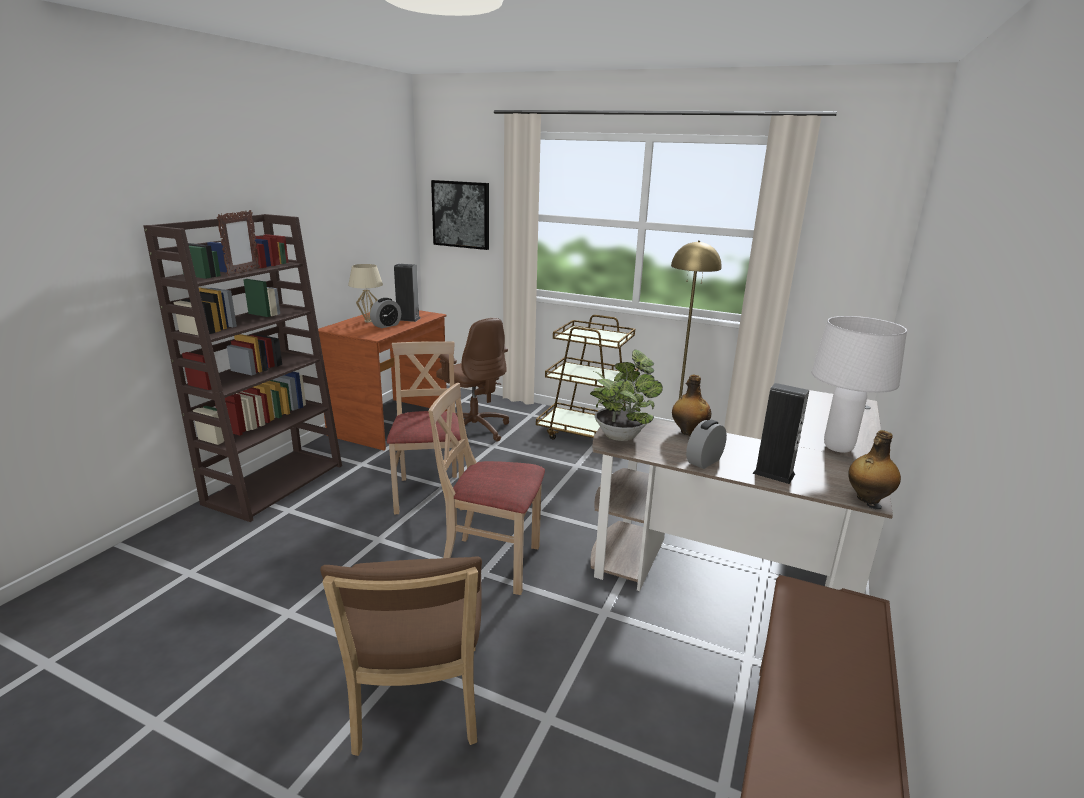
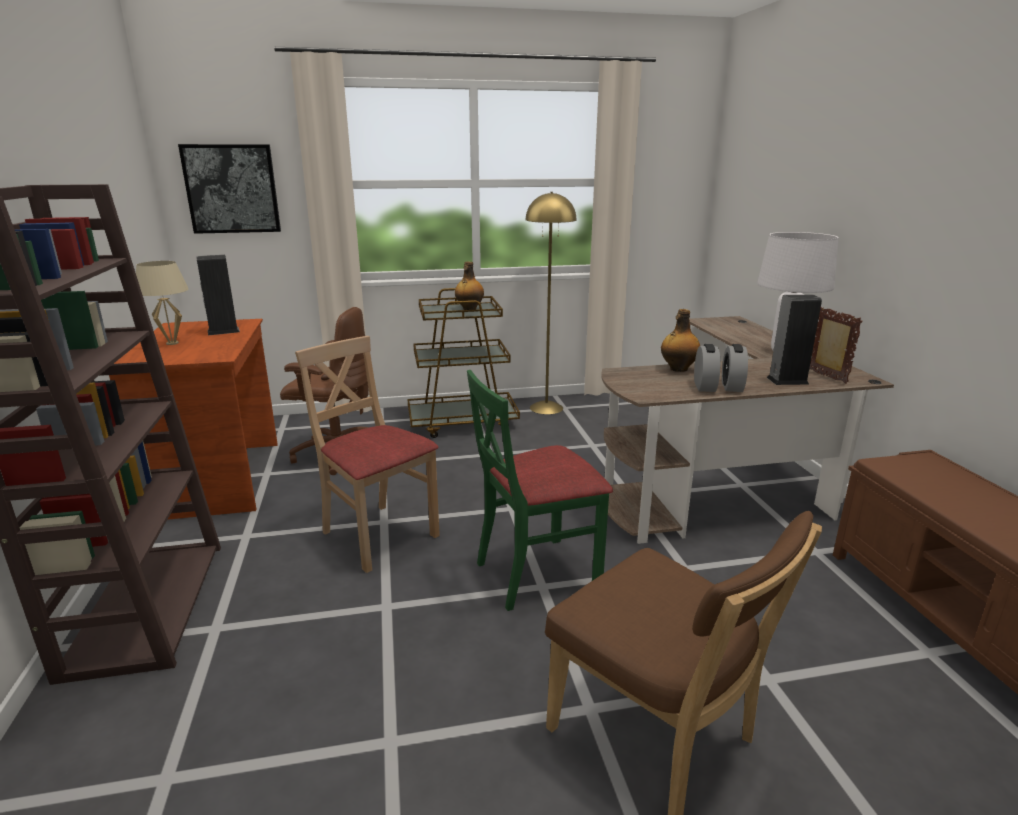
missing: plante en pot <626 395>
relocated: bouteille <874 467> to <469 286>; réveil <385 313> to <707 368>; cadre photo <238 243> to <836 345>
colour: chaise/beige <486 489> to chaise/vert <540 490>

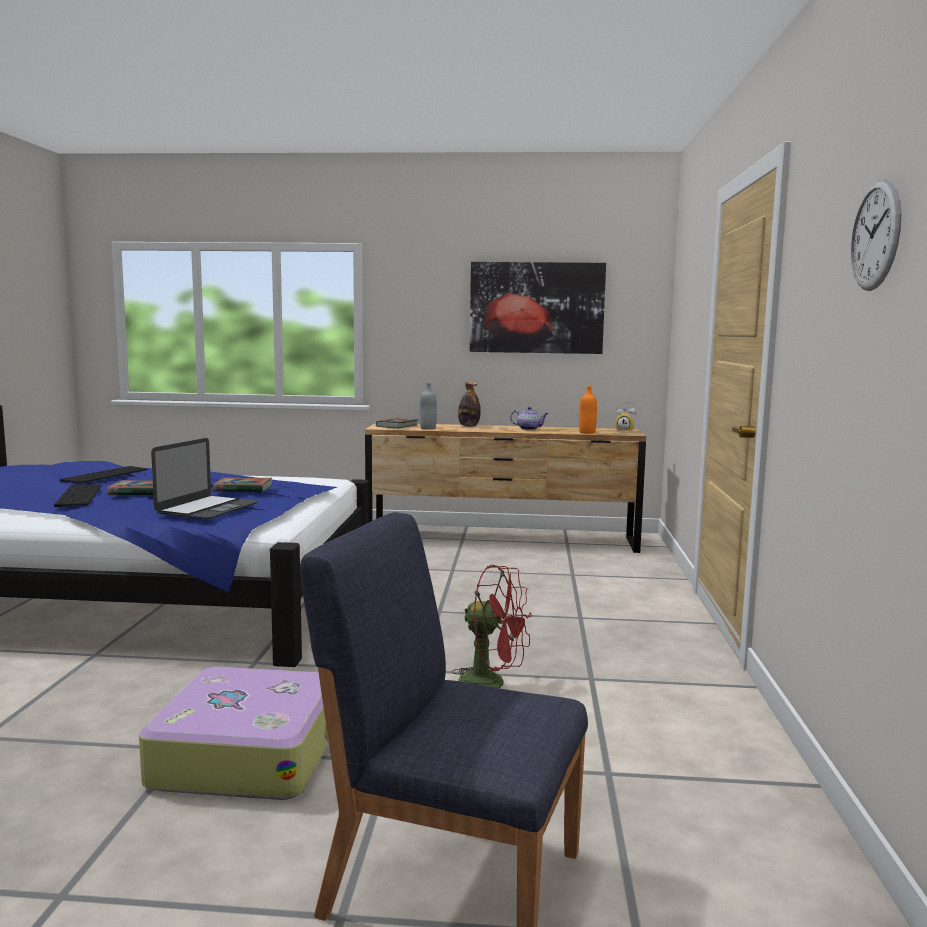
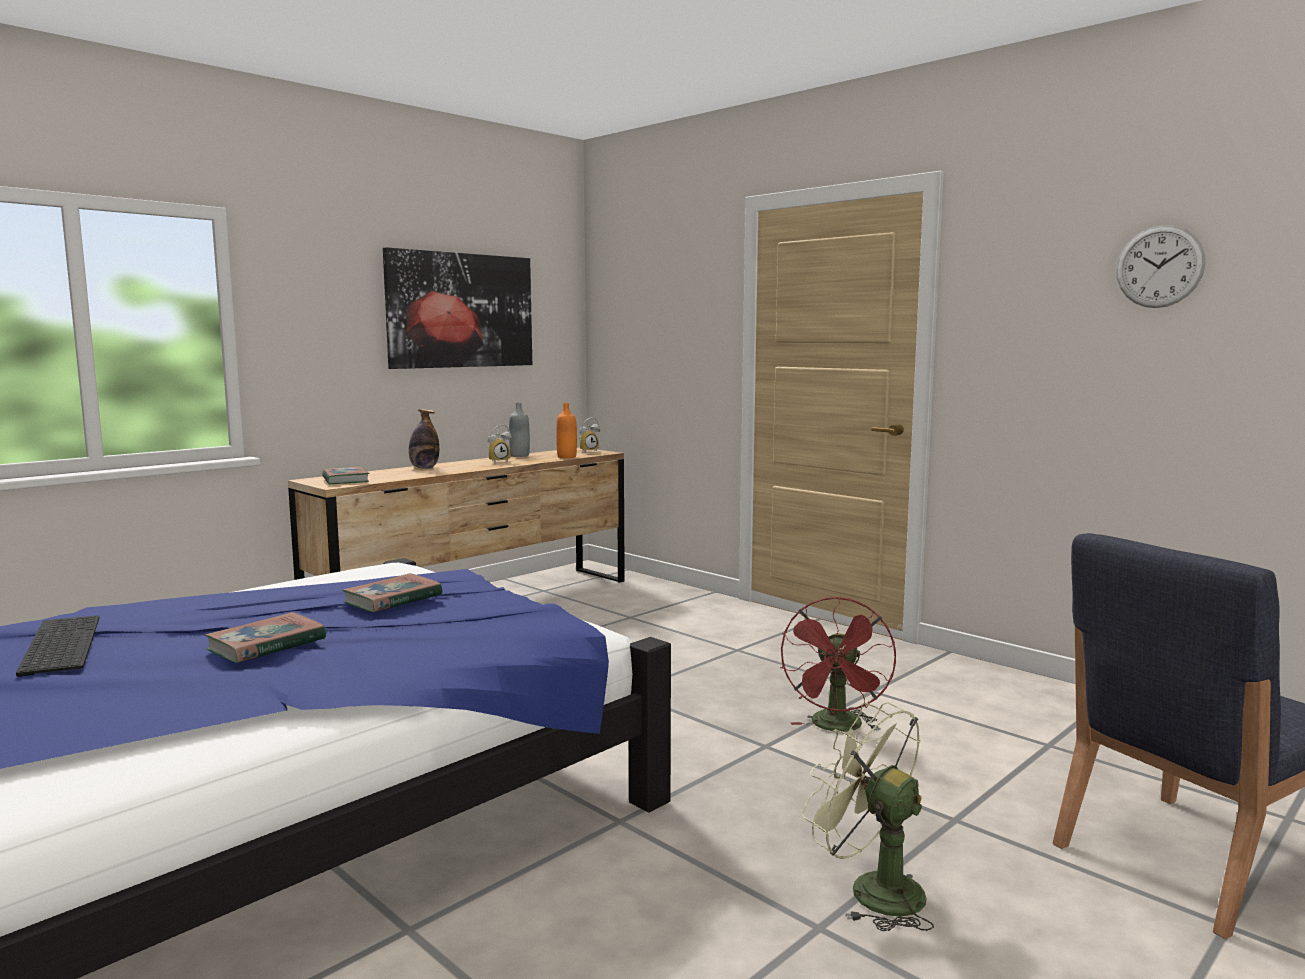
missing: clavier <78 496>; ordinateur portable <205 478>
relocated: bouteille/gris <428 406> to <519 429>
exchanged: théière <529 418> to réveil <500 443>; valise <234 733> to ventilateur/vert <868 816>
spun: ventilateur/rouge <492 626> = <838 664> 135 degrees clockwise

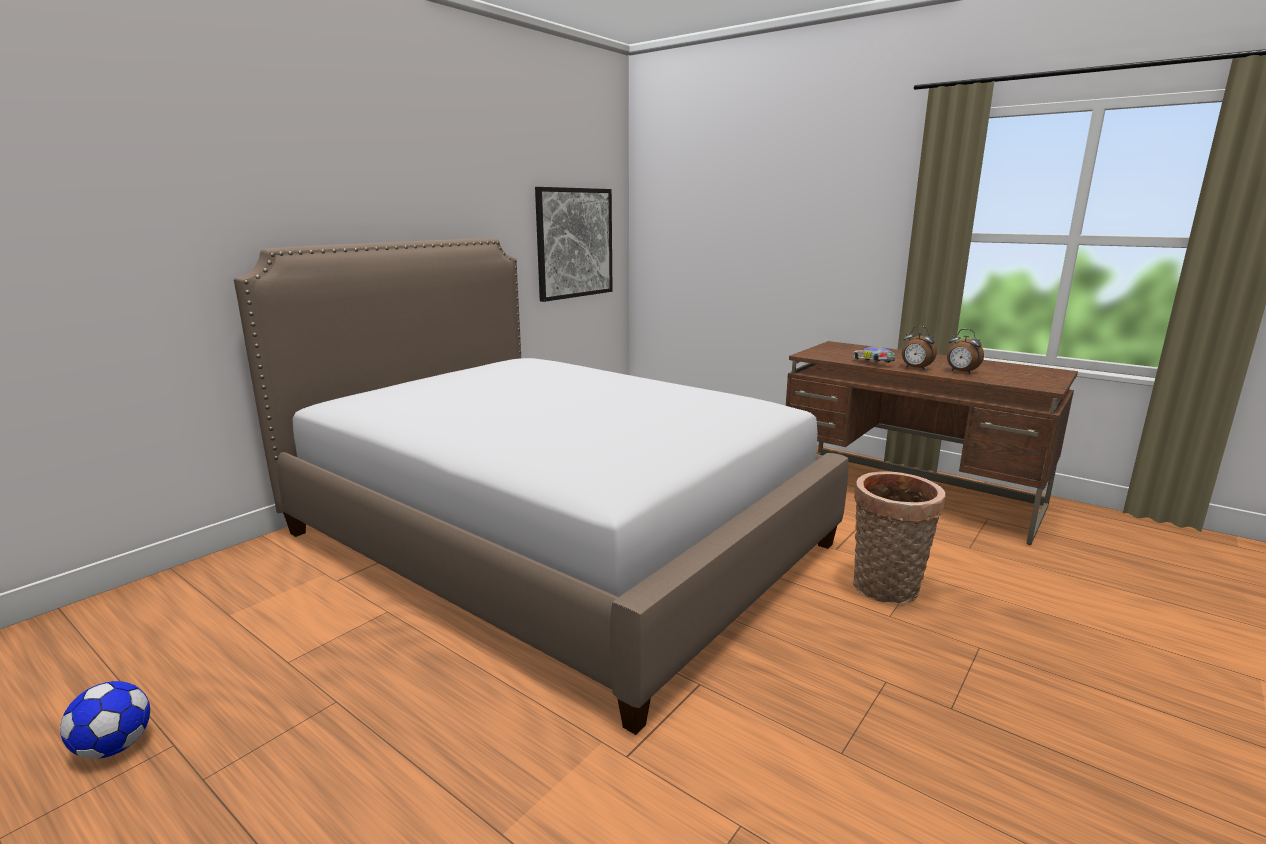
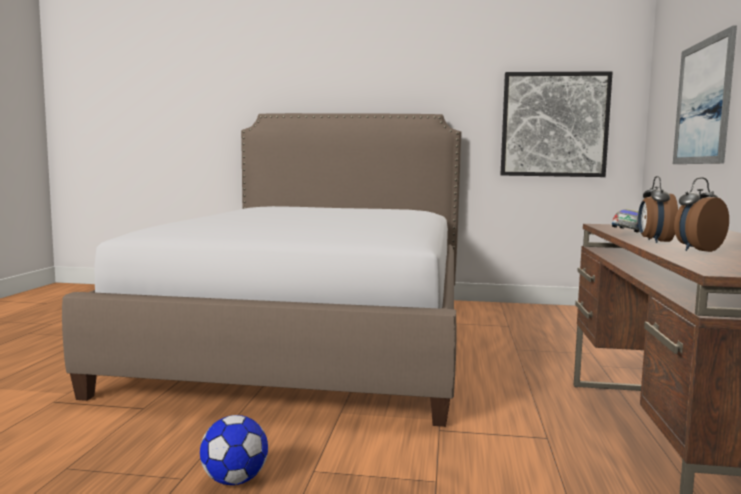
missing: panier <899 537>
appeared: tableau <705 94>
relocated: ballon de foot <105 720> to <234 450>
spun: réveil <965 351> = <701 214> 45 degrees clockwise

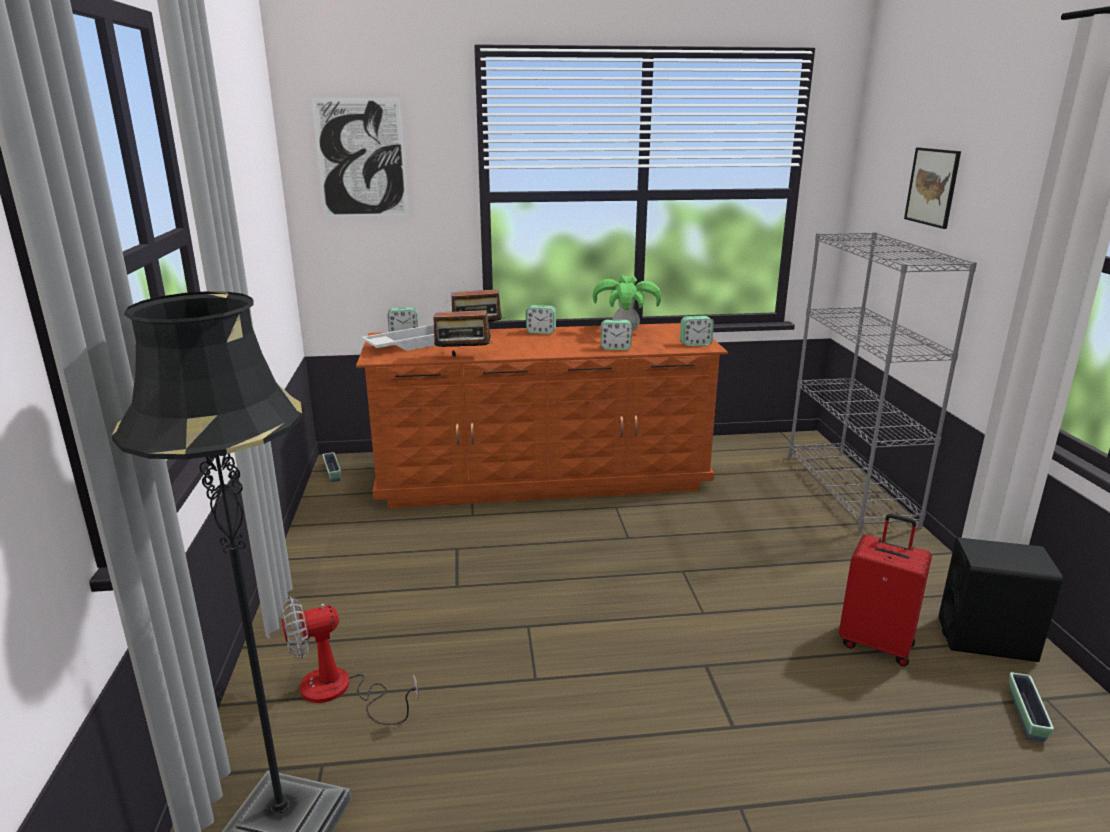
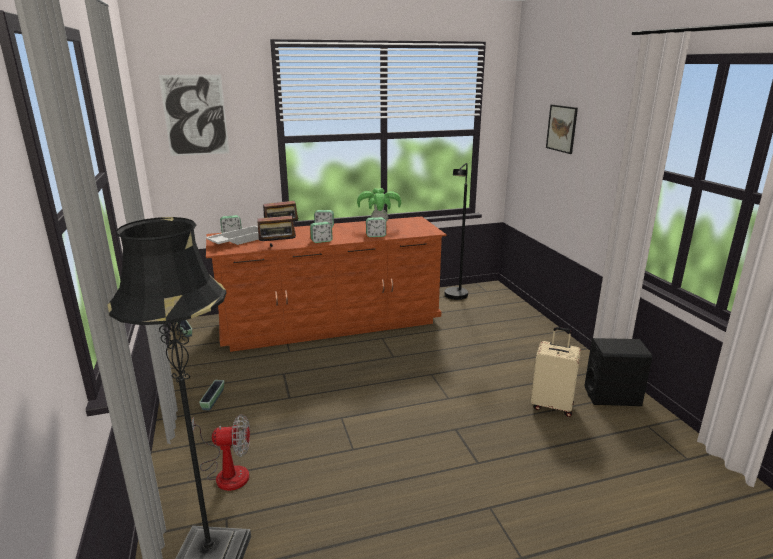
missing: bibliothèque/gris <882 382>
appeared: lampadaire/noir <456 231>
relocated: cache-pot <1032 707> to <211 395>; réveil <697 331> to <321 232>
colour: valise/rouge <885 590> to valise/beige <556 372>
spun: ventilateur <350 661> = <220 452> 150 degrees counterclockwise

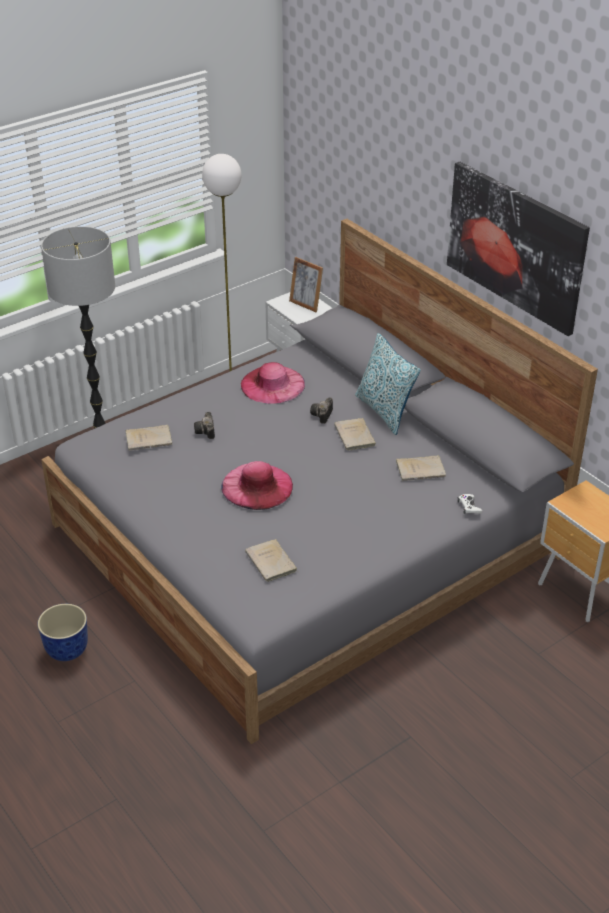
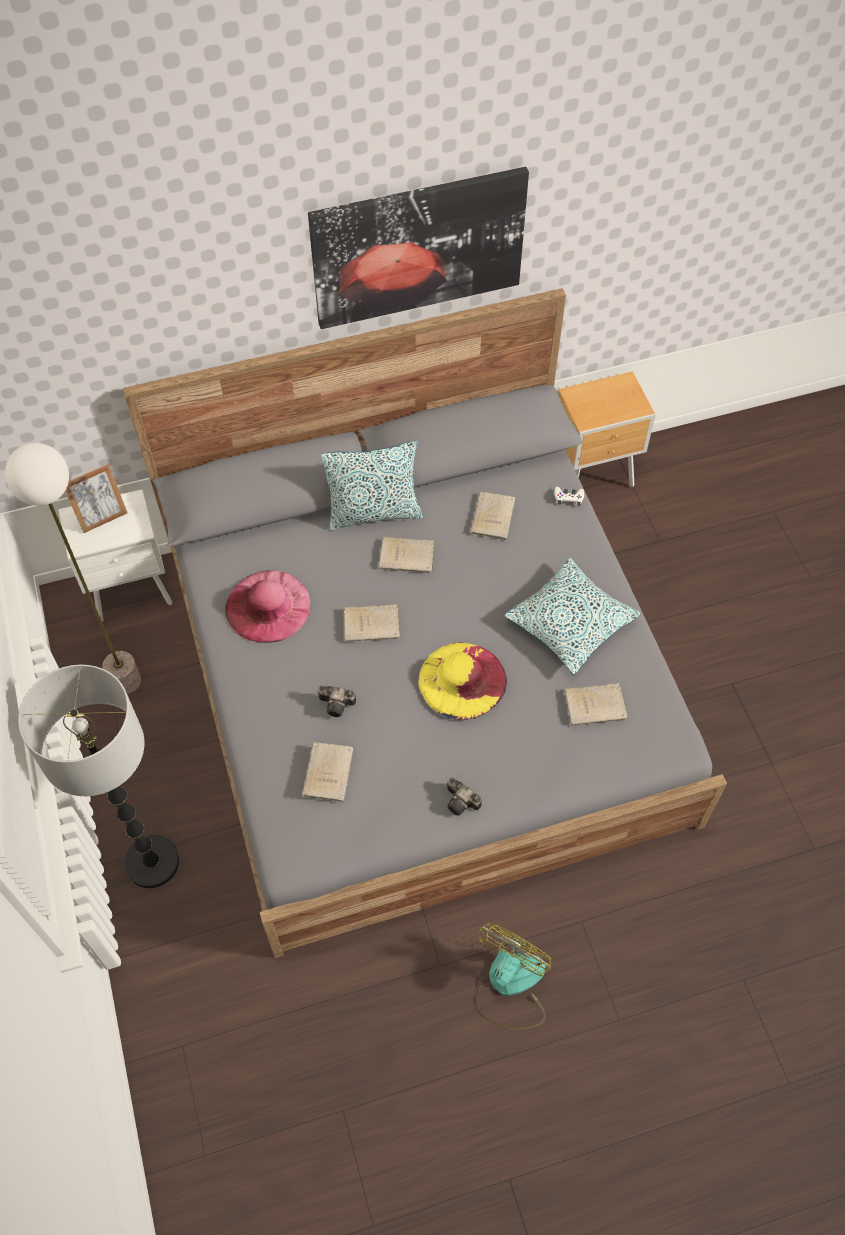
appeared: livre/beige <372 623>; coussin <572 616>
relocated: appareil photo <321 411> to <464 796>
exchanged: cache-pot <62 632> to ventilateur <513 976>
colour: chapeau/rose <257 485> to chapeau/jaune <462 681>

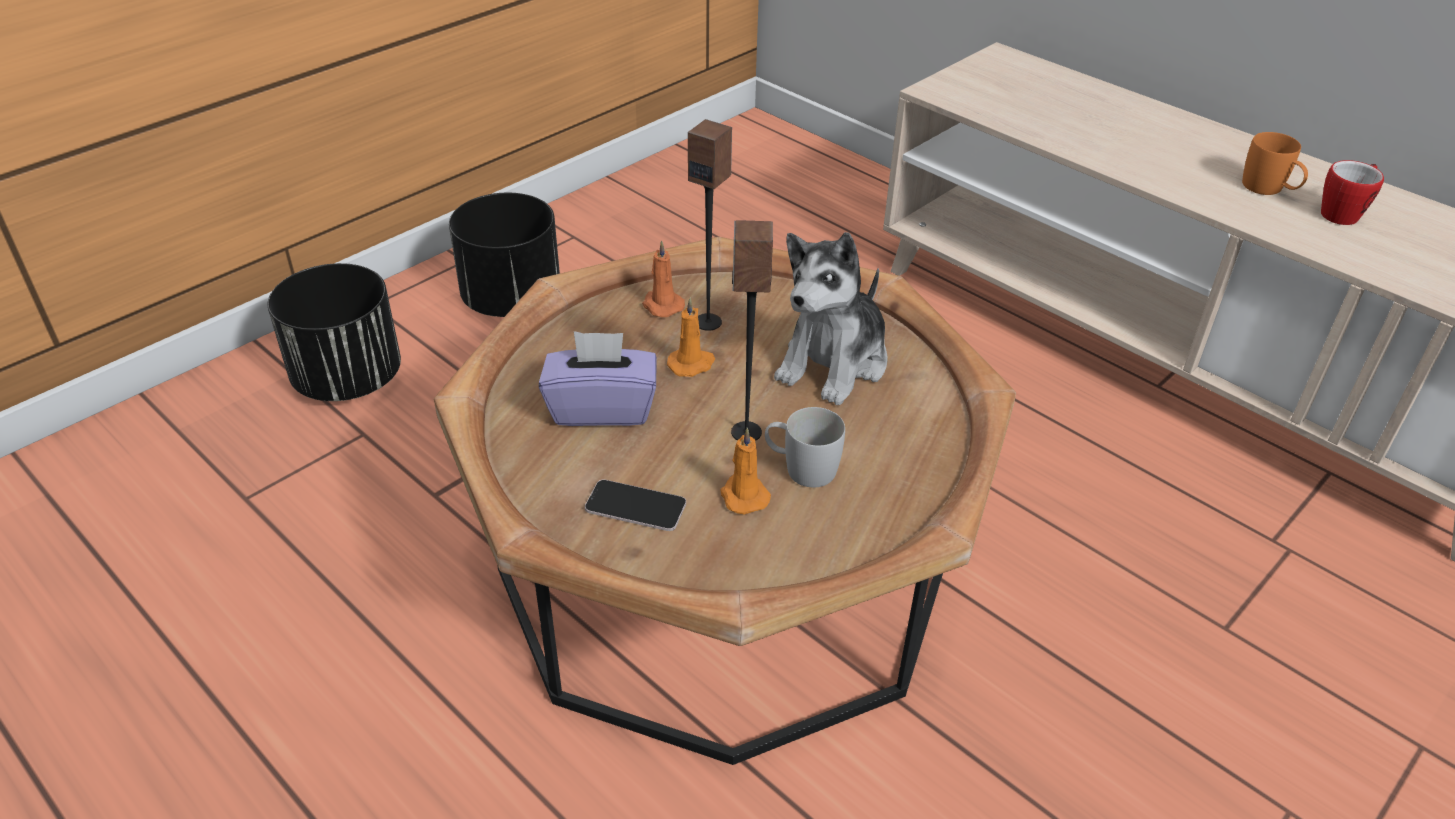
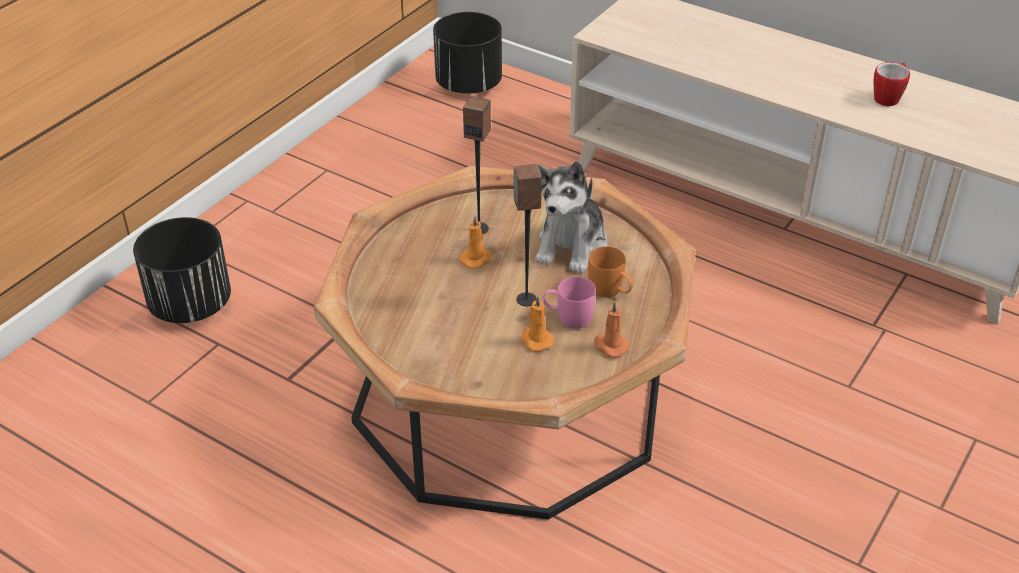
missing: boîte à mouchoirs/violet <597 378>; téléphone <635 505>
relocated: cache-pot/noir <504 255> to <467 53>; mug/orange <1275 163> to <610 271>; bougie/orange <663 278> to <611 329>
colour: mug/blanc <805 447> to mug/rose <569 303>

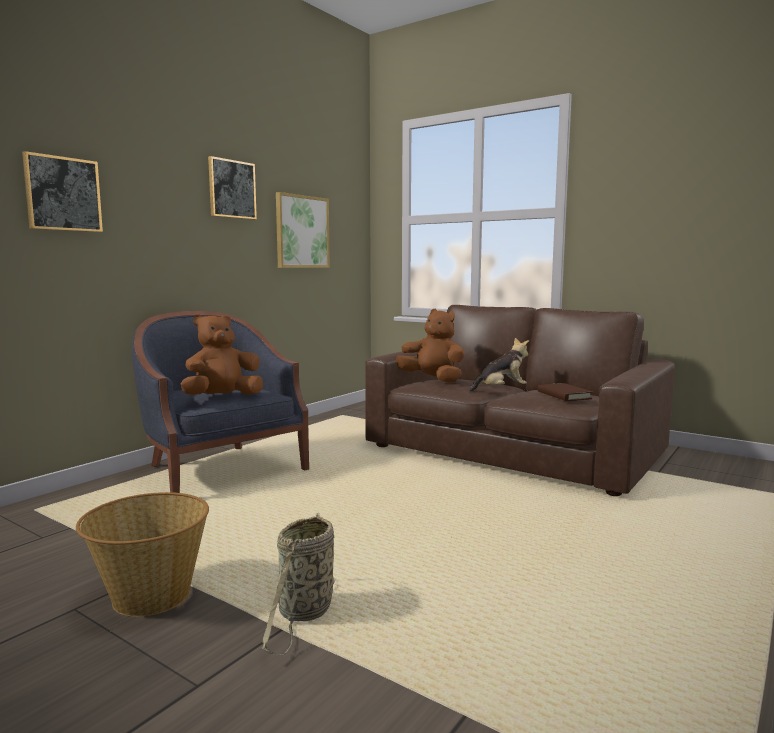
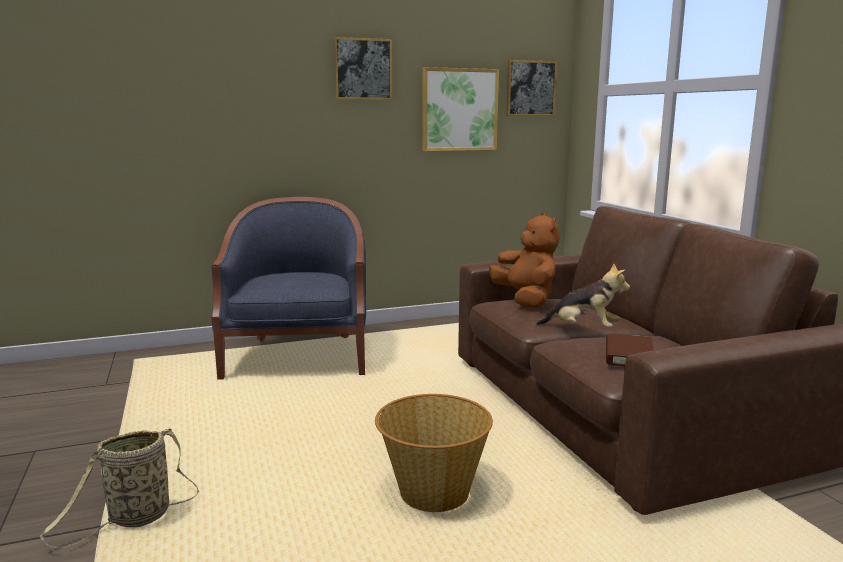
missing: peluche/marron <222 354>
relocated: panier <142 554> to <434 453>; tableau <62 191> to <531 88>

